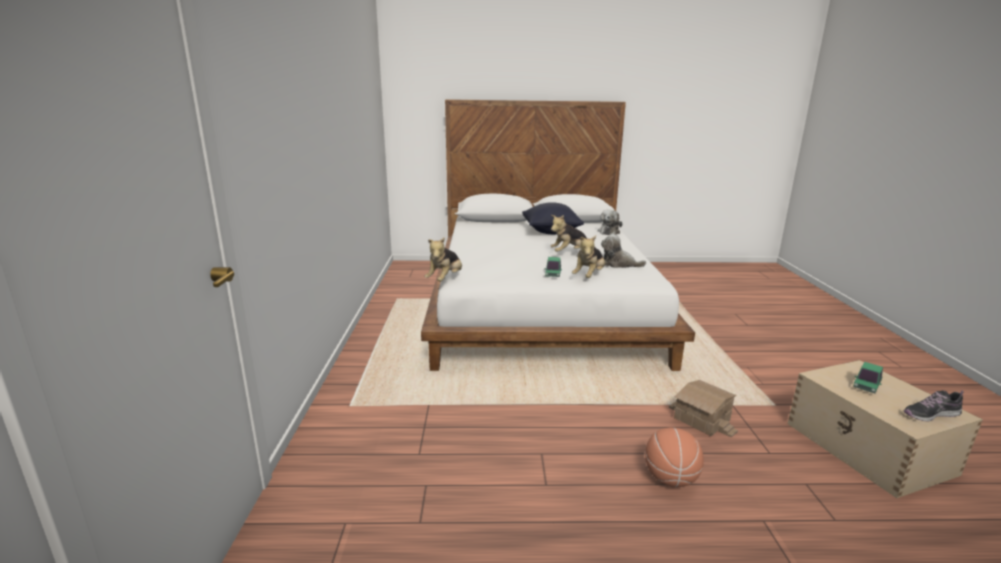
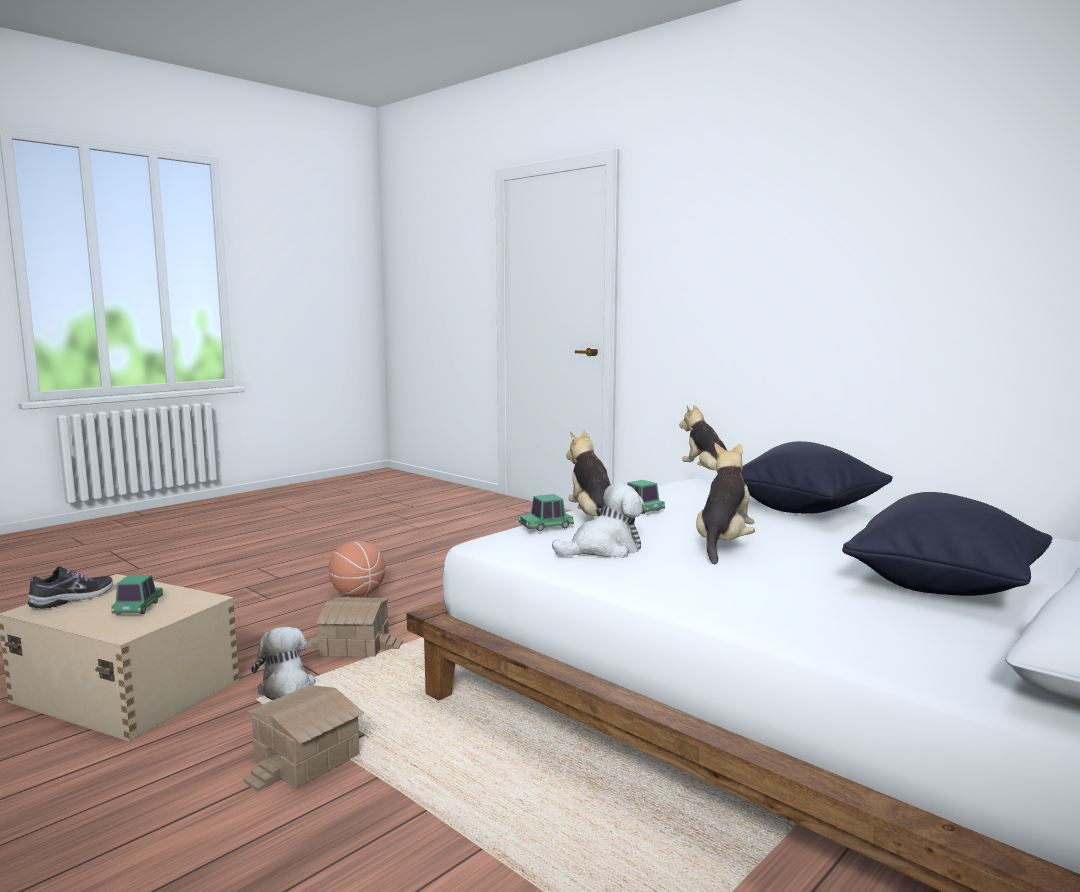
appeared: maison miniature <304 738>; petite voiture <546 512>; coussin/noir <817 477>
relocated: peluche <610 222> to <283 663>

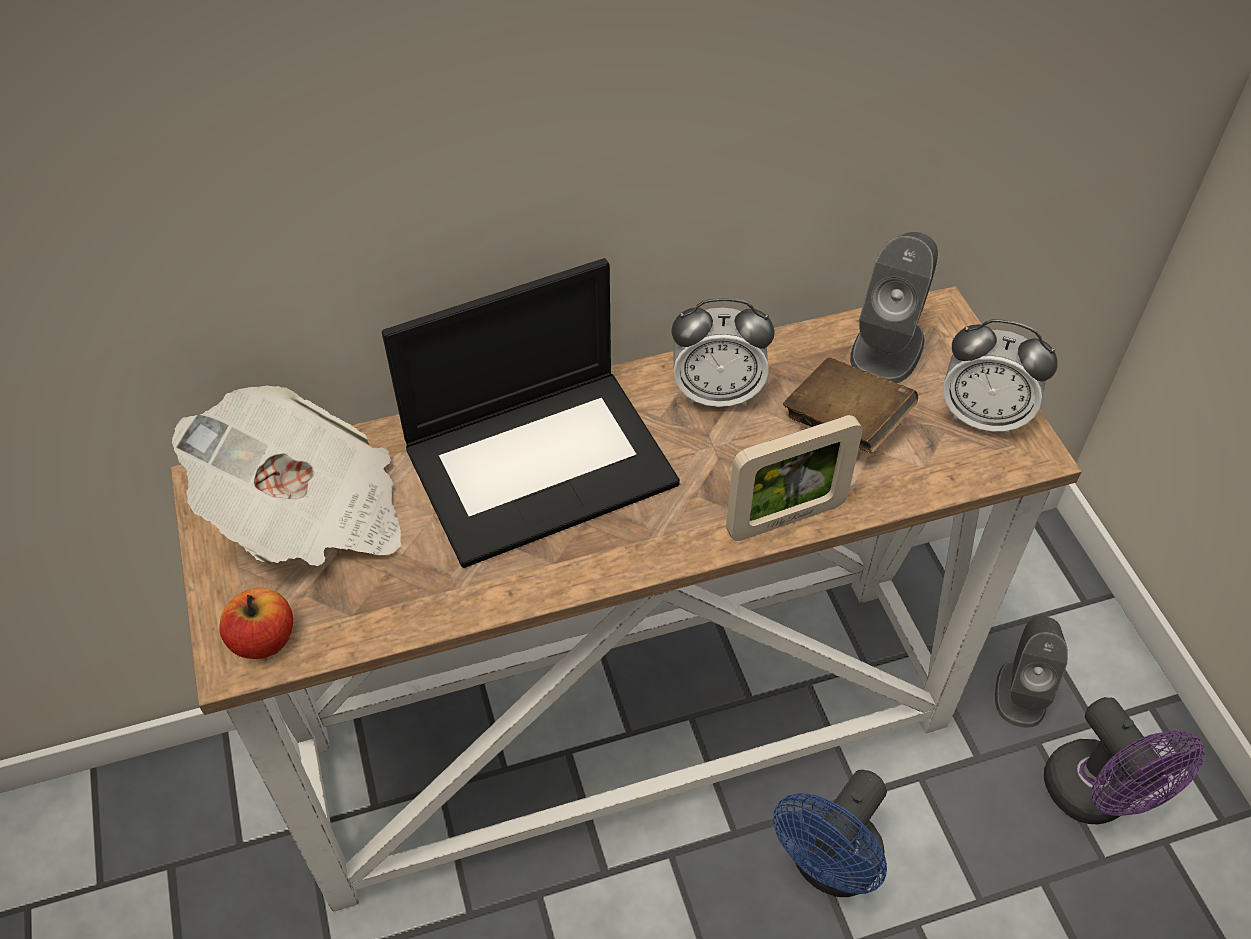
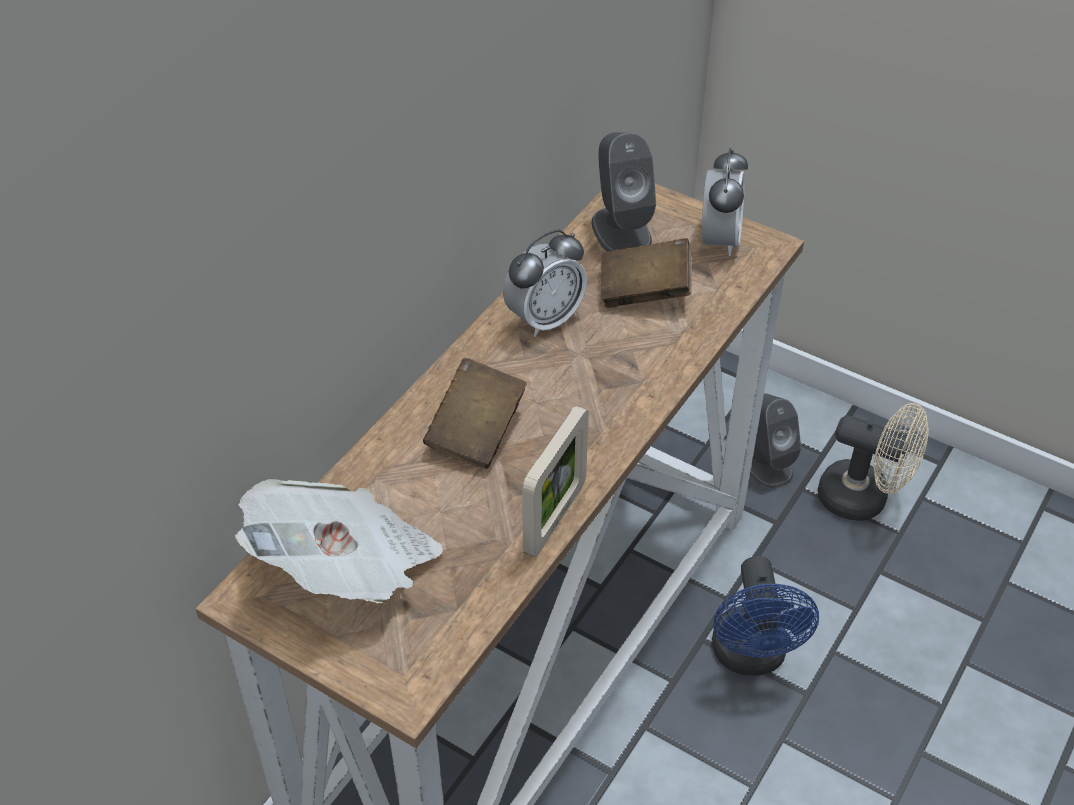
missing: pomme <256 623>
relocated: cadre photo <794 478> to <555 481>
exchanged: ordinateur portable <531 413> to livre/marron <475 413>
colour: ventilateur/violet <1124 760> to ventilateur/beige <873 462>
spun: réveil <1000 377> = <725 202> 60 degrees counterclockwise

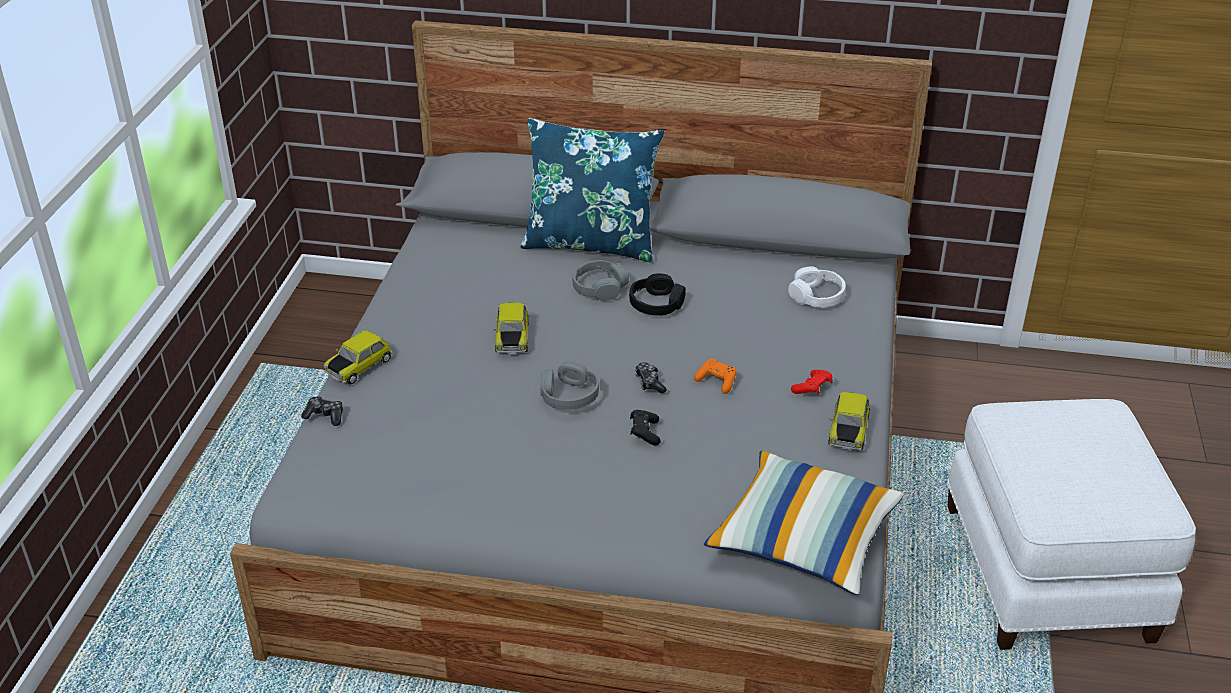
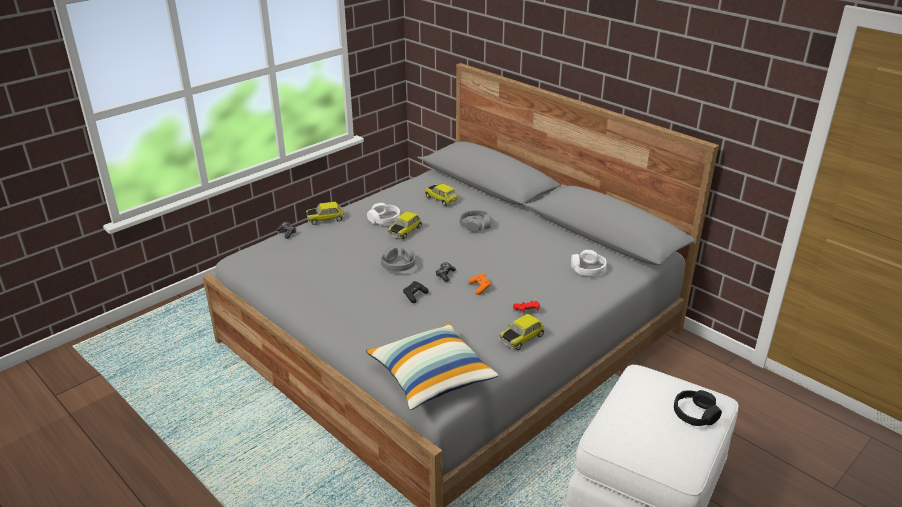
missing: coussin/bleu <592 190>
appeared: casque audio/blanc <383 214>; petite voiture <442 195>
relocated: casque audio/noir <657 294> to <698 408>

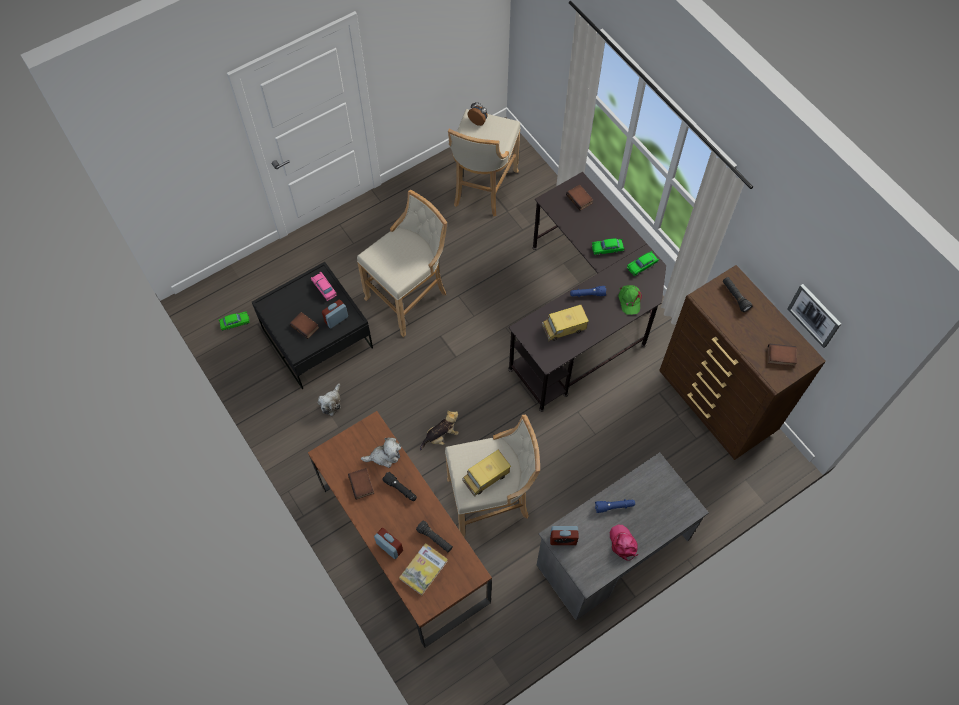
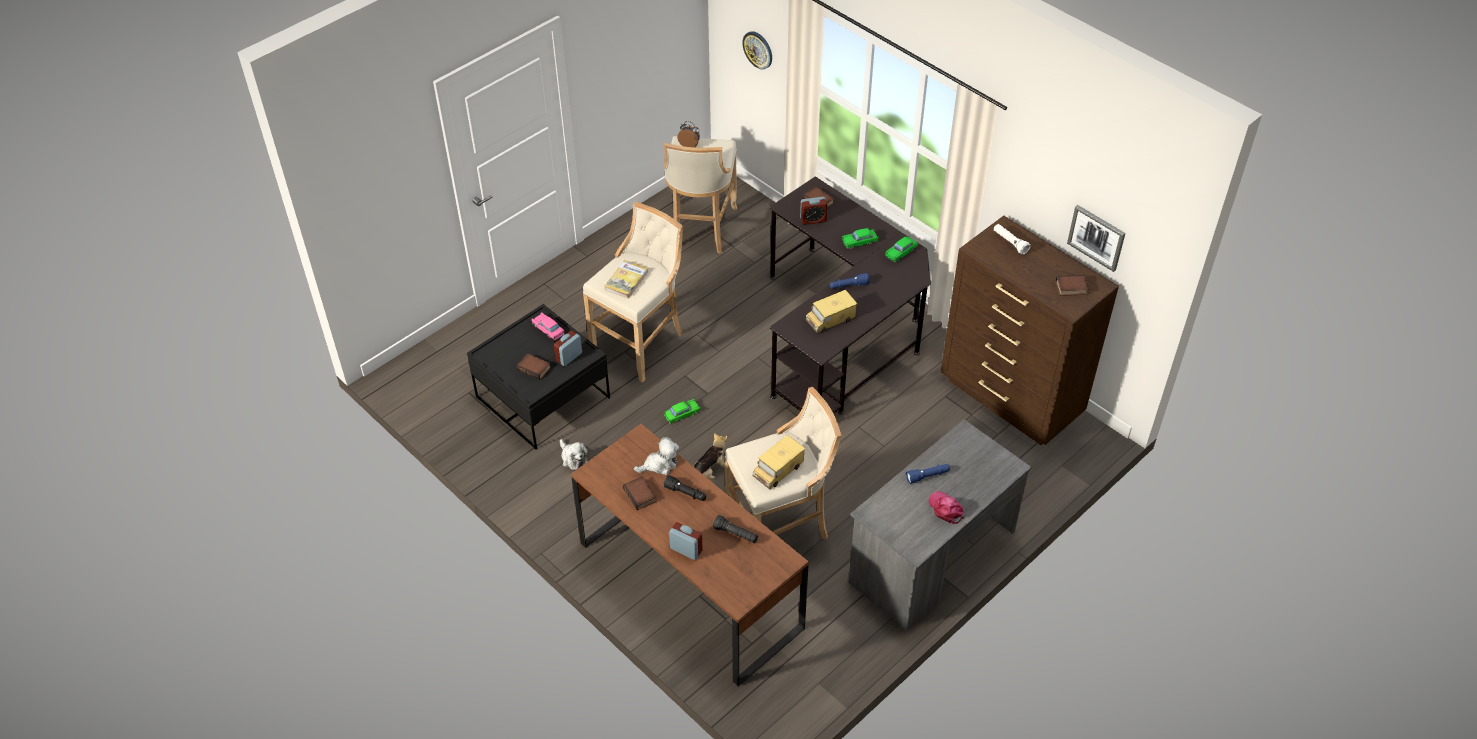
missing: casquette/vert <630 300>
appeared: horloge murale <757 50>
relocated: livre <423 569> to <626 279>; petite voiture/vert <234 321> to <682 411>; réveil <564 535> to <813 211>
colour: lampe de poche/noir <738 294> to lampe de poche/blanc <1012 239>
spun: peluche <329 399> = <574 454> 45 degrees counterclockwise

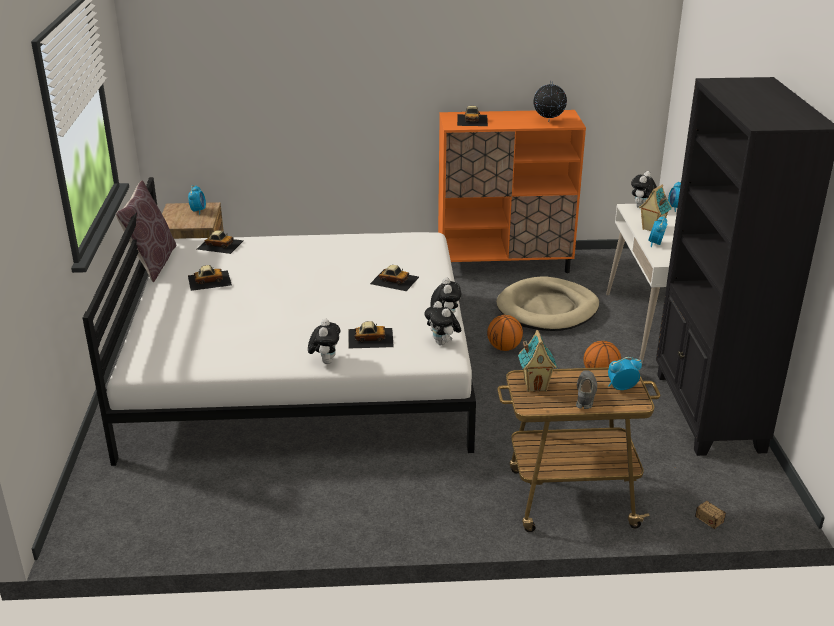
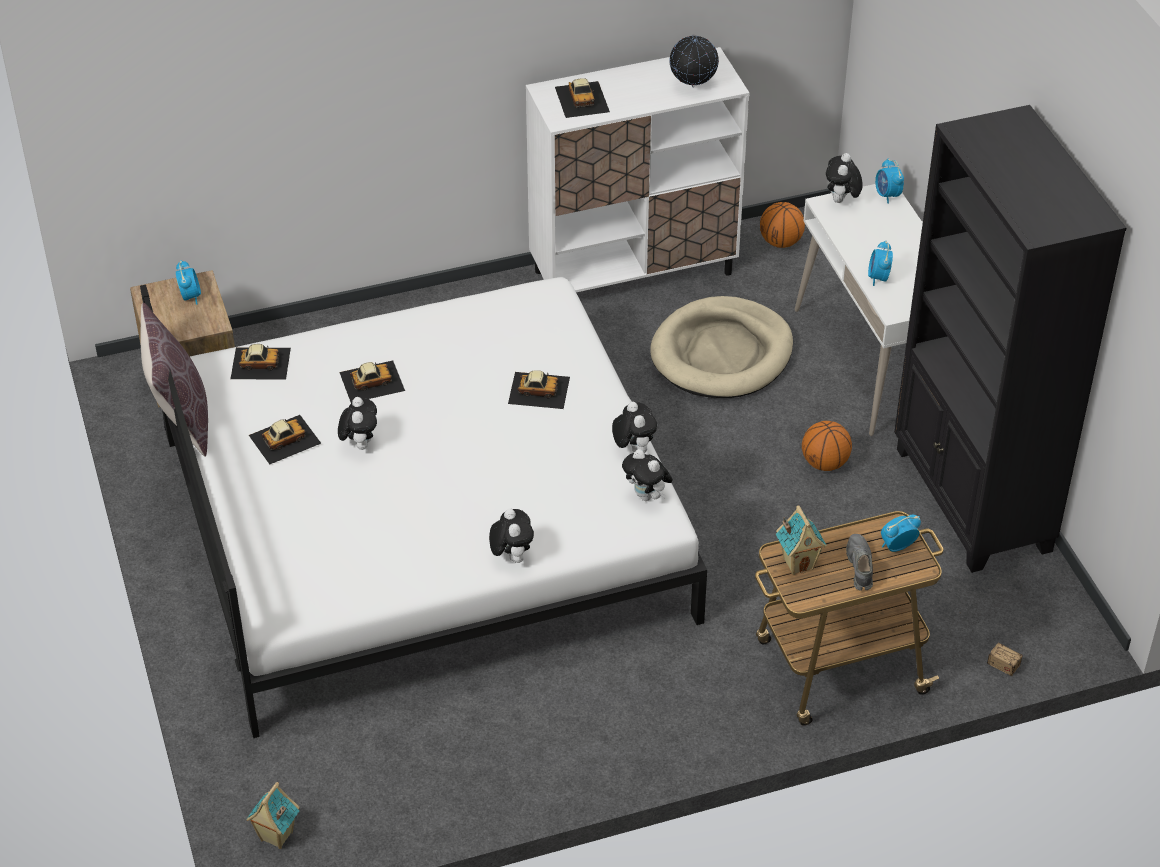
appeared: peluche <357 423>
relocated: maison miniature <655 208> to <273 815>; petite voiture <371 334> to <372 382>; ballon de basket <505 333> to <782 225>
colour: meuble de rangement/orange <512 191> to meuble de rangement/blanc <637 169>

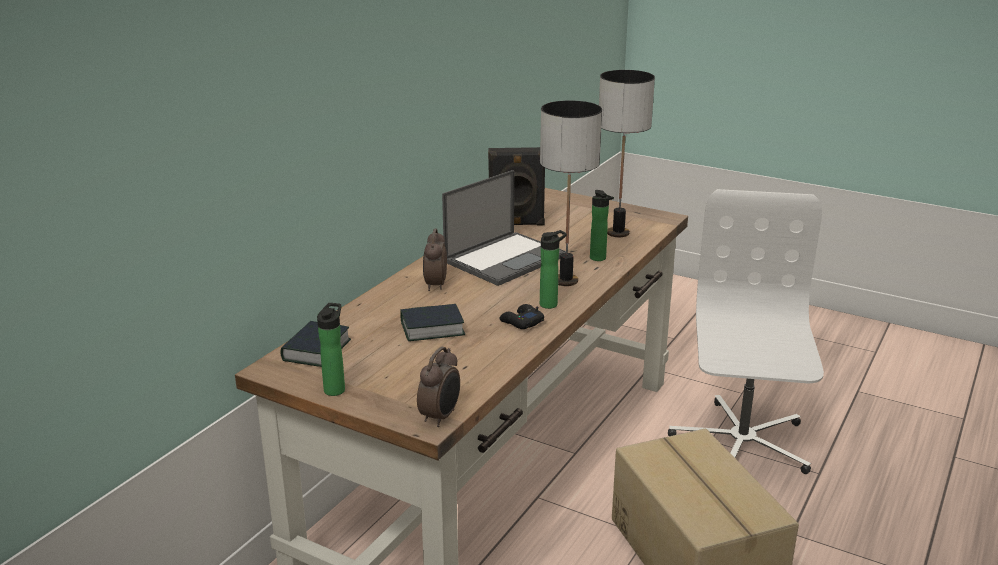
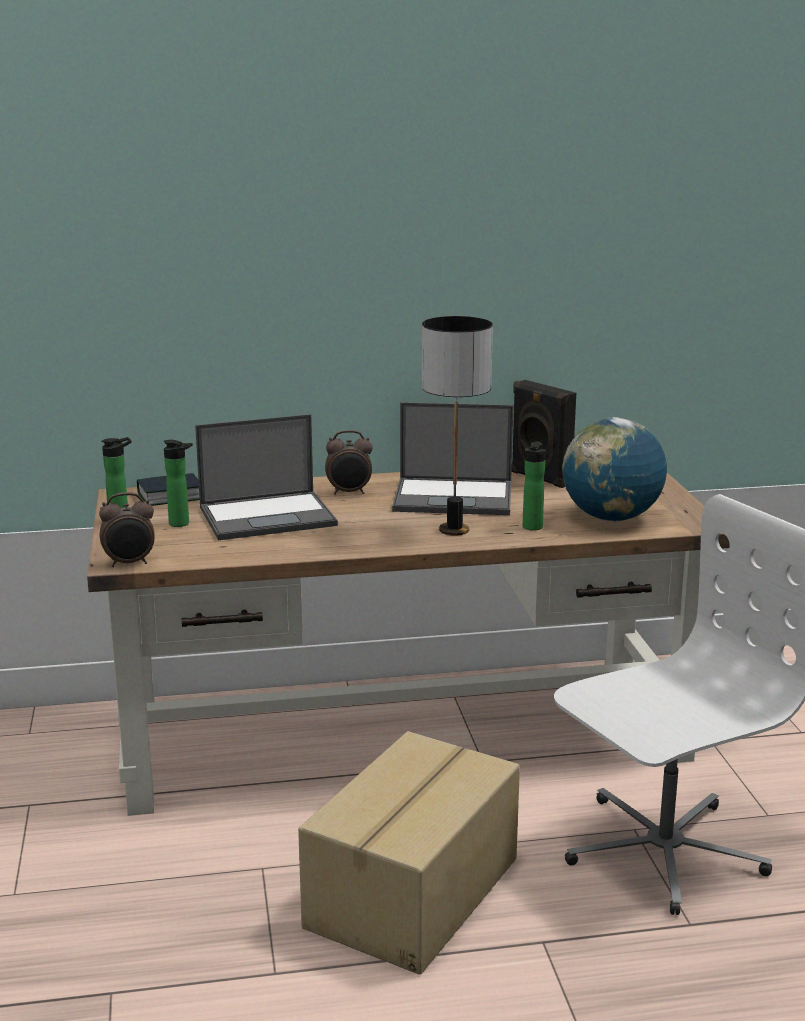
missing: manette/noir <521 316>
relocated: bouteille <553 269> to <178 483>
exchanged: livre <432 322> to ordinateur portable <266 477>; lampe de table <627 153> to globe <614 469>
spun: réveil <435 259> = <349 462> 150 degrees counterclockwise

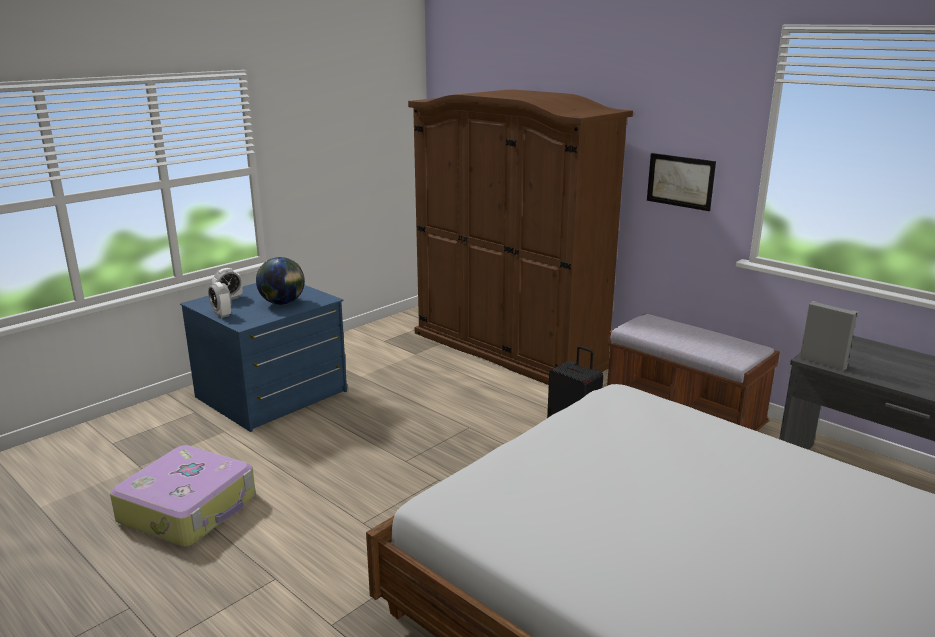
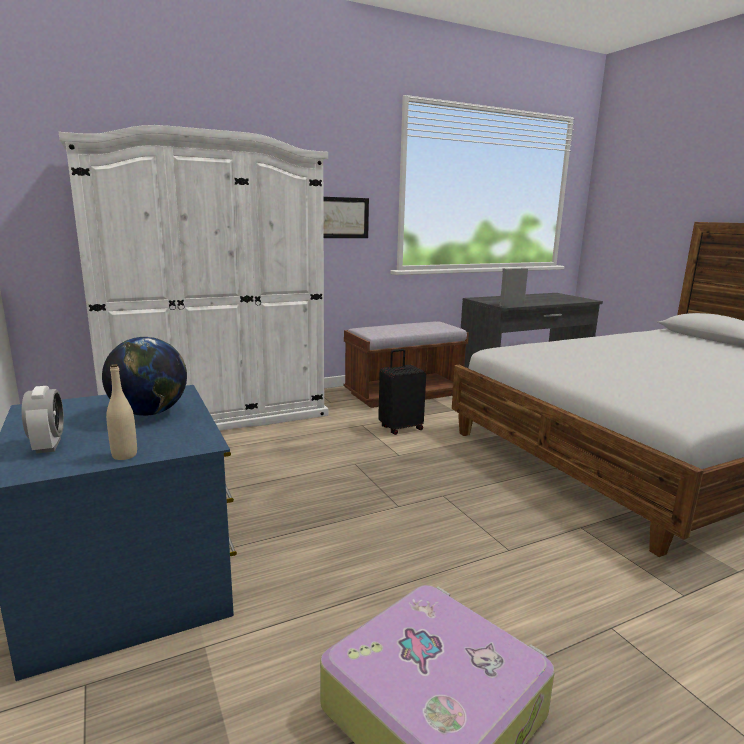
exchanged: réveil <220 300> to bouteille/beige <121 412>
colour: armoire/marron <520 237> to armoire/blanc <193 278>

